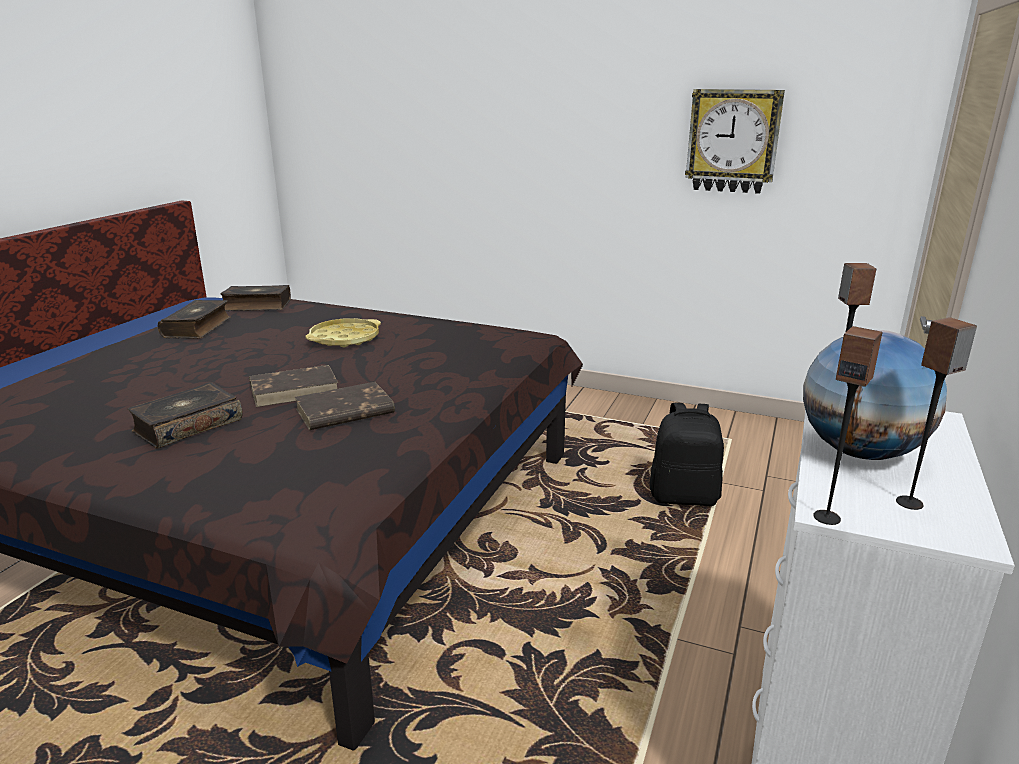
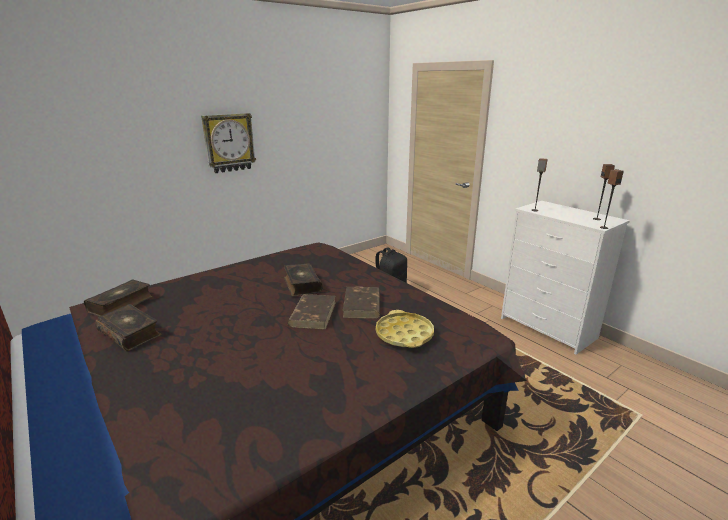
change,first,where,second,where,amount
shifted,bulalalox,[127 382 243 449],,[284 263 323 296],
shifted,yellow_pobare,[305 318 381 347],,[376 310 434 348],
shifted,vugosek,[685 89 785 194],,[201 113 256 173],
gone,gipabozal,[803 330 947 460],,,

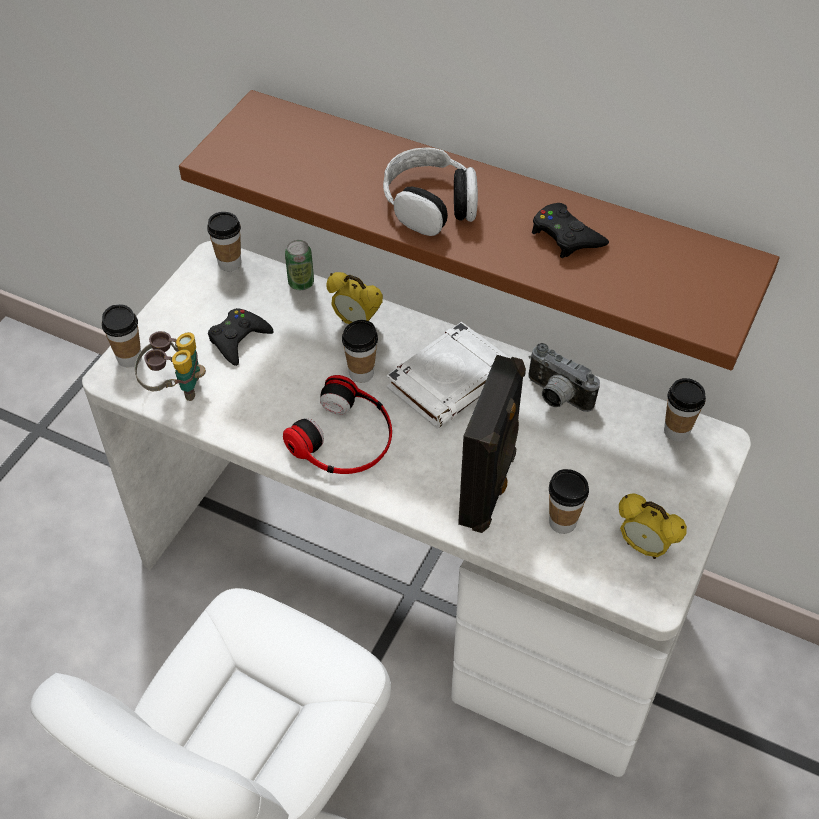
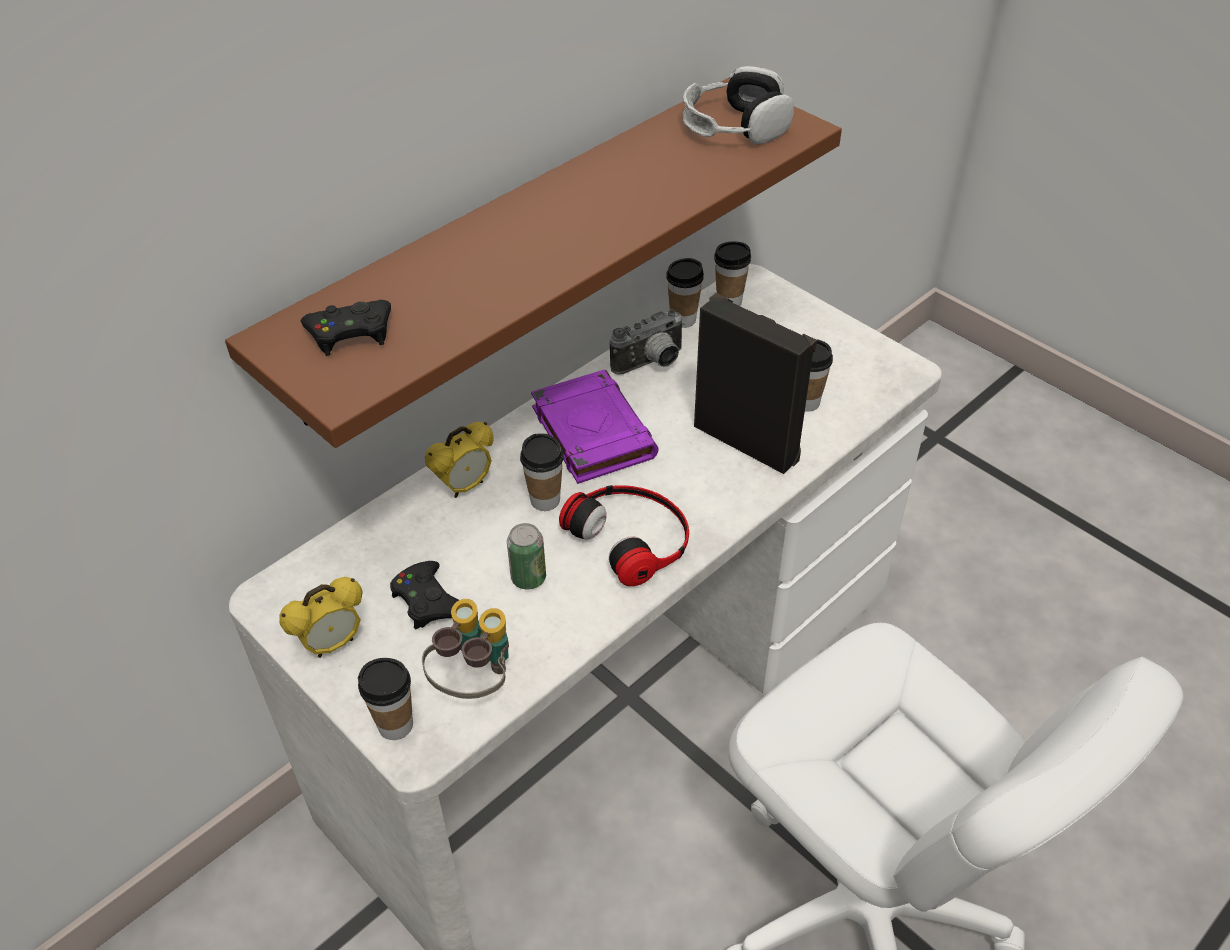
change,first,where,second,where,amount
shifted,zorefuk,[207 212 241 271],,[666 258 704 328],
shifted,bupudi,[285 240 314 290],,[507 523 546 590],
shifted,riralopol,[383 147 478 236],,[682 66 794 144],
repainted,white_bulalalox,[386 322 509 429],purple_bulalalox,[531 370 659 484],
shifted,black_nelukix,[532 203 609 258],,[301 300 391 356],
shifted,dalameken,[619 493 687 559],,[279 577 362 658],

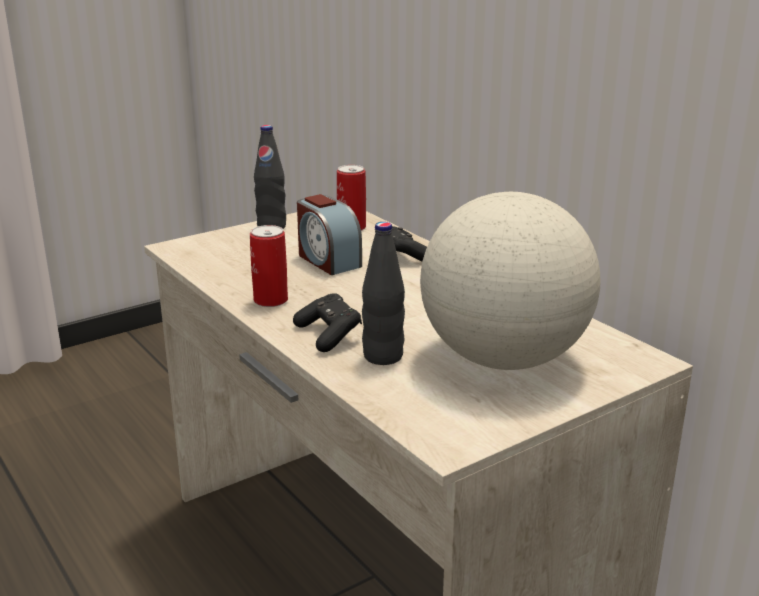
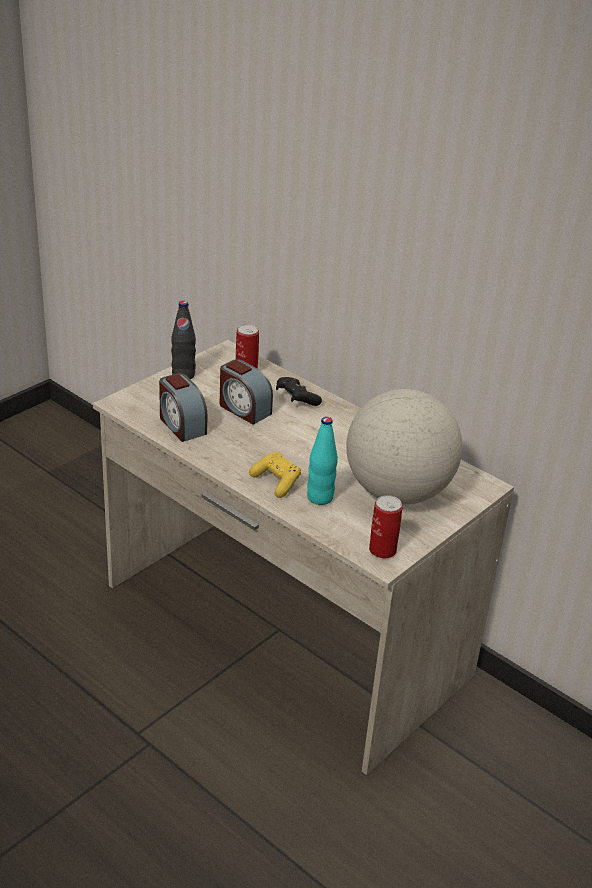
change,first,where,second,where,amount
shifted,bupudi,[250 225 288 307],,[369 495 403 558],
repainted,black_nelukix,[293 293 362 352],yellow_nelukix,[249 452 301 498],
repainted,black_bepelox,[362 222 405 365],turquoise_bepelox,[307 417 338 505],
new,,,dalameken,[159 373 207 442],

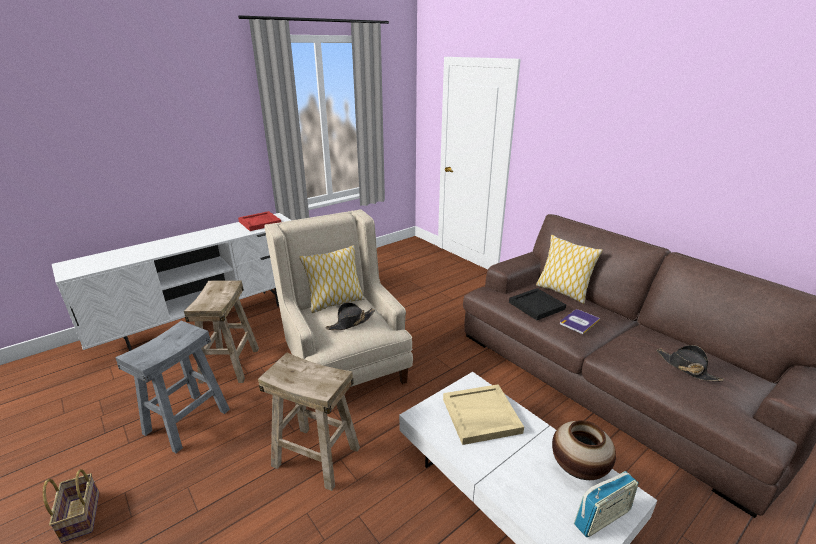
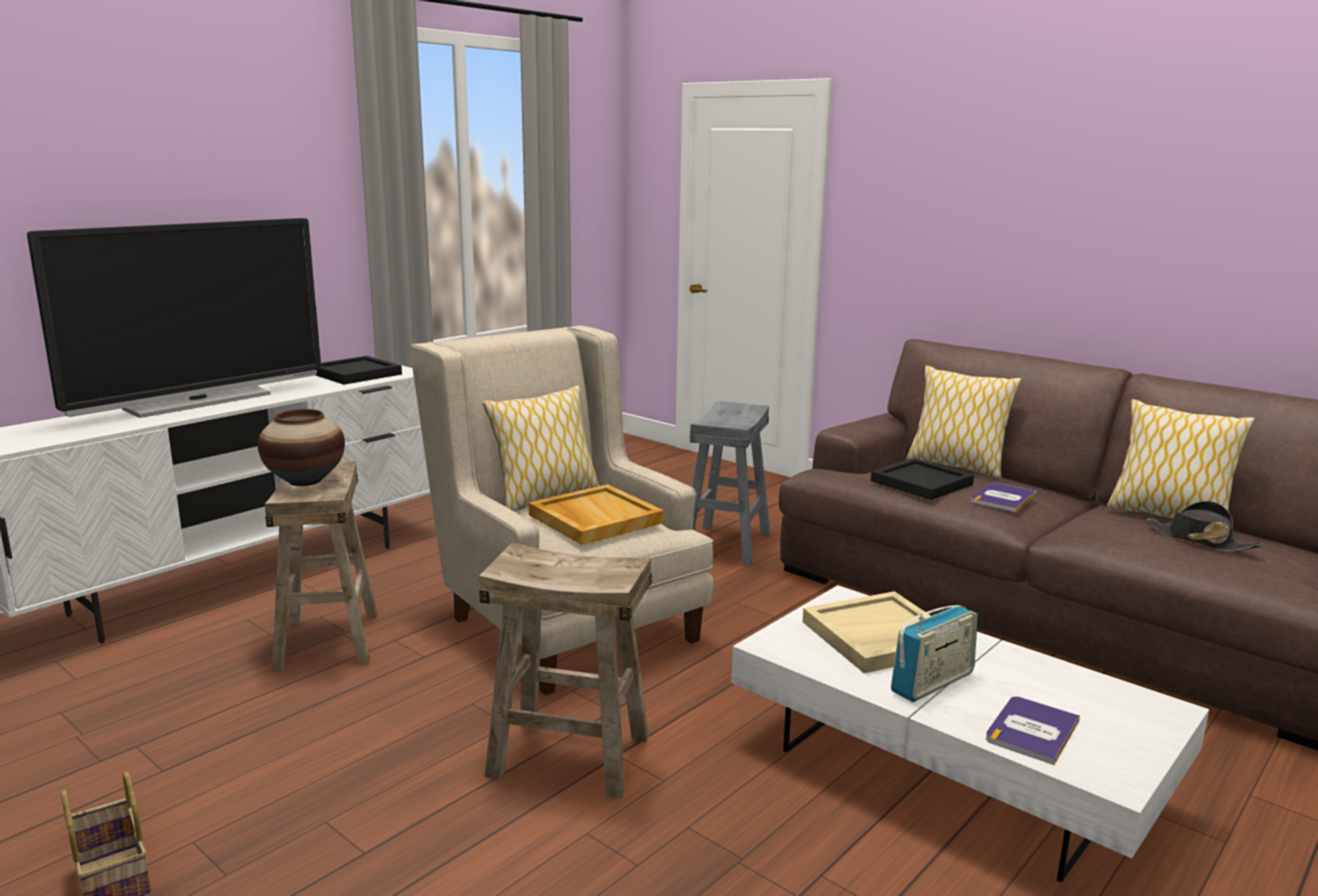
change,first,where,second,where,amount
shifted,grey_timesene,[115 321 230 453],,[690 401 771 567],
repainted,red_pobare,[238 211 281 231],black_pobare,[316 356 402 385],
swapped,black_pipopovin,[326 302 375 330],beige_pobare,[529 484 664 545],
shifted,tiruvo,[552 420 616 480],,[258 409 345 486],
shifted,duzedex,[574 471 638 537],,[891 605 978 702],
new,,,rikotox,[27 218 321 418],
new,,,bulalalox,[986 696 1080 765],
new,,,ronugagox,[1107 399 1255 519],

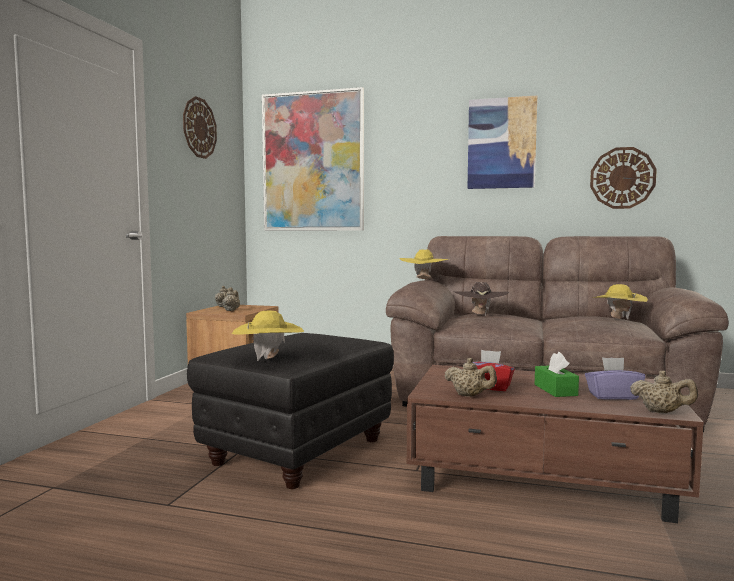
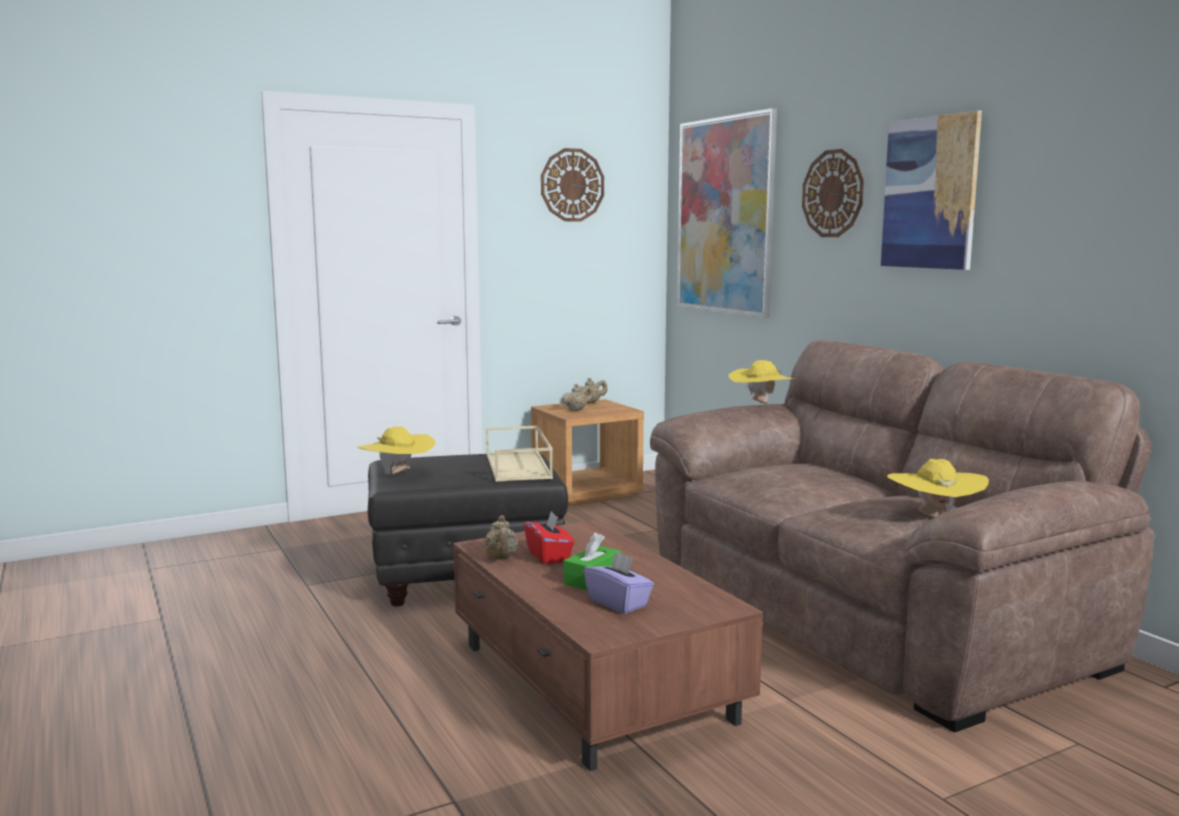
change,first,where,second,where,amount
gone,brown_pipopovin,[452 282 509 315],,,
shifted,vugosek,[590 147 657 209],,[802 149 864 237],
gone,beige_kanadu,[630 371 698 413],,,
new,,,beige_pobare,[486 425 553 482],

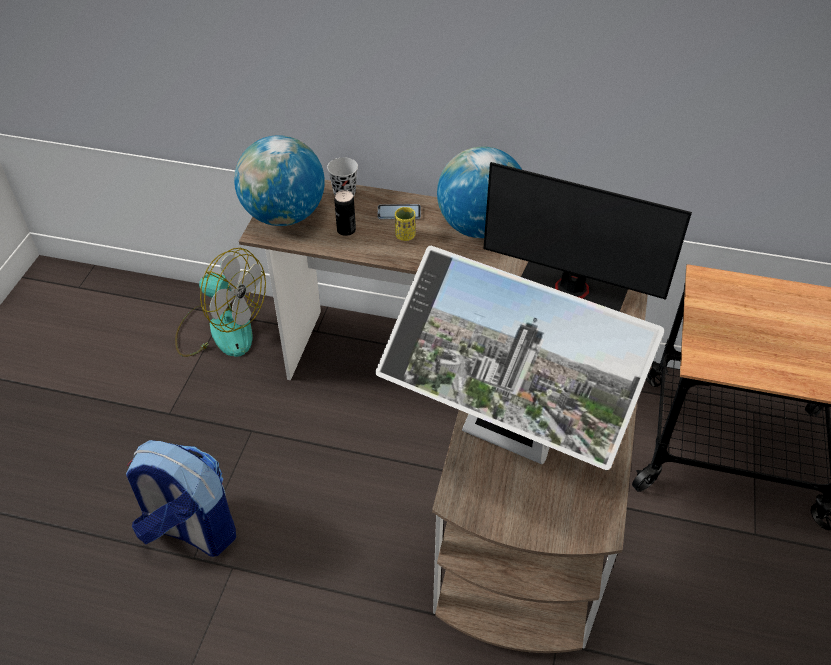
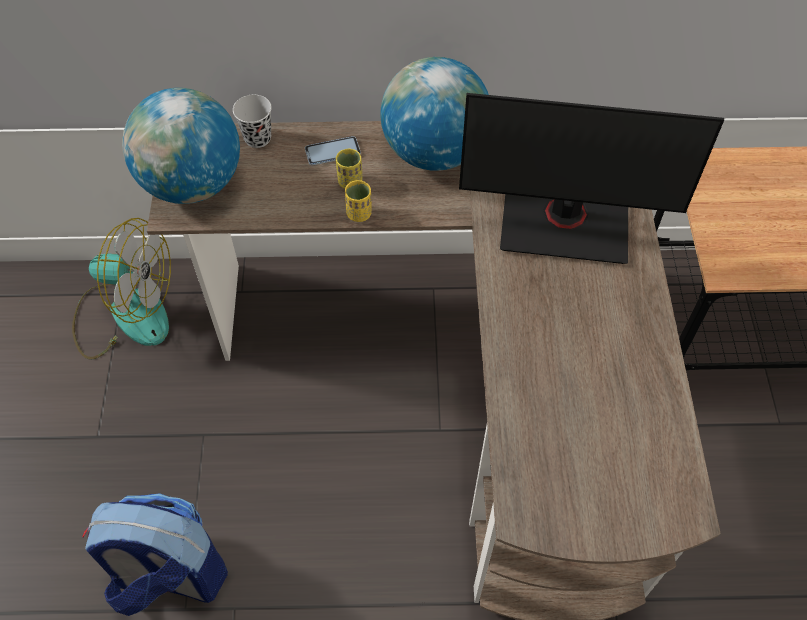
change,first,where,second,where,amount
gone,bupudi,[334 190 356 236],,,
gone,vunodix,[375 246 665 471],,,
new,,,yellow_zorefuk,[345 180 372 222],

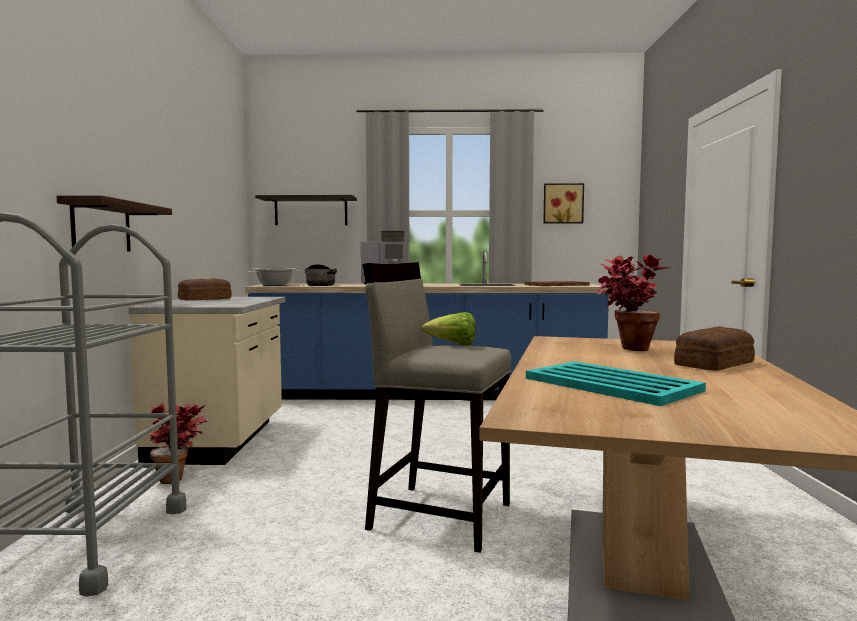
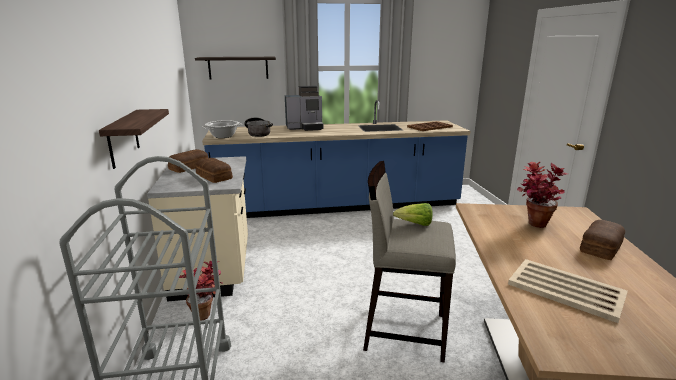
change,first,where,second,where,amount
repainted,turquoise_pobare,[526 361 706 406],beige_pobare,[508 259 628 323],
gone,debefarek,[543 183 584 224],,,
new,,,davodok,[196 158 233 183],

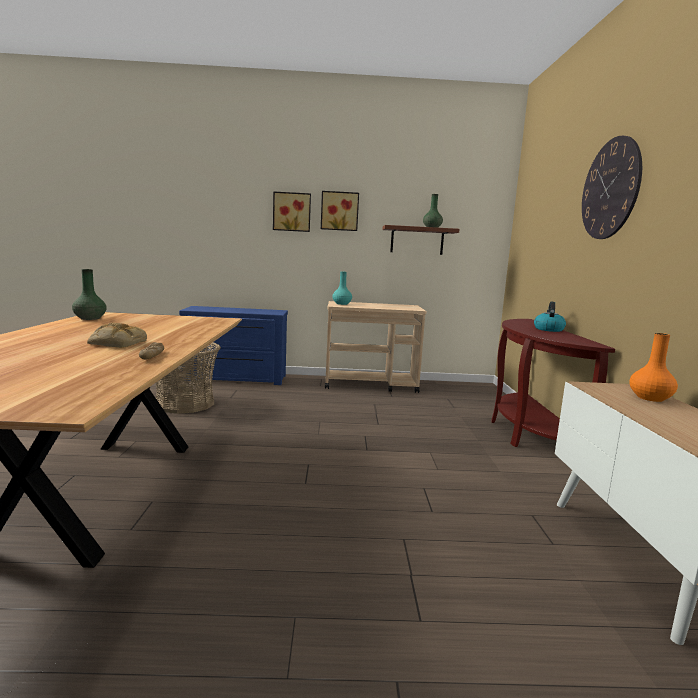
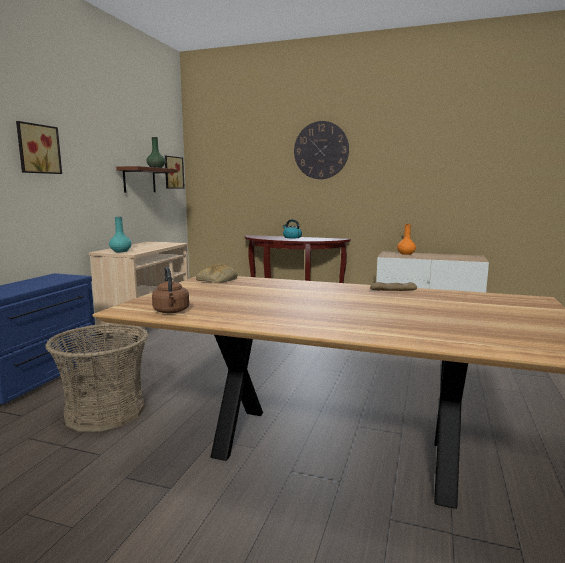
change,first,where,second,where,amount
swapped,green_tiruvo,[72 269 107 320],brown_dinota,[152 267 189 313],
shifted,davodok,[87 323 147 348],,[196 263 238 283],
shifted,debefarek,[321 191 359 231],,[165 156 185 189],

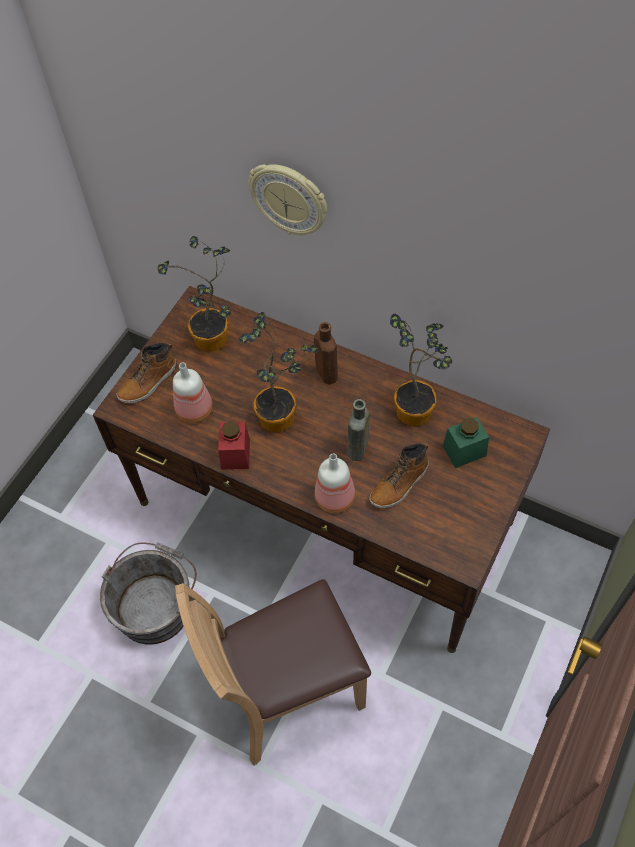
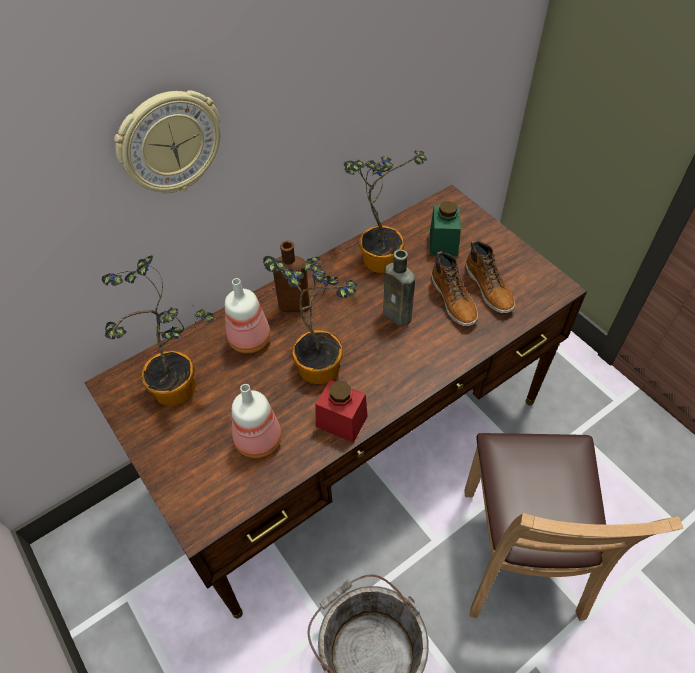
change,first,where,second,where,amount
shifted,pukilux,[117 343 177 404],,[465 241 515 313],
shifted,bepelox,[314 454 355 513],,[225 278 271 353],

